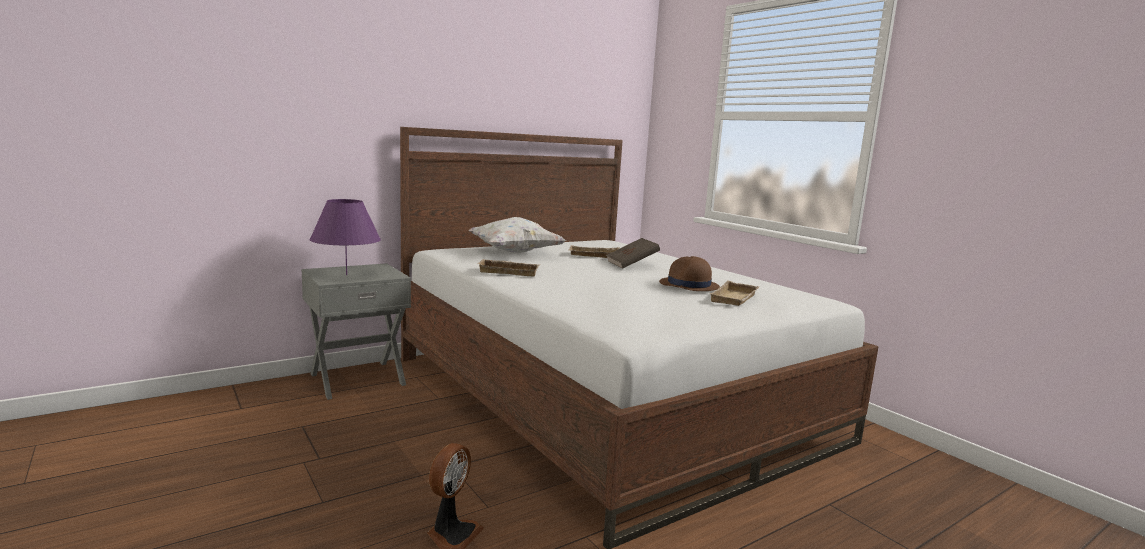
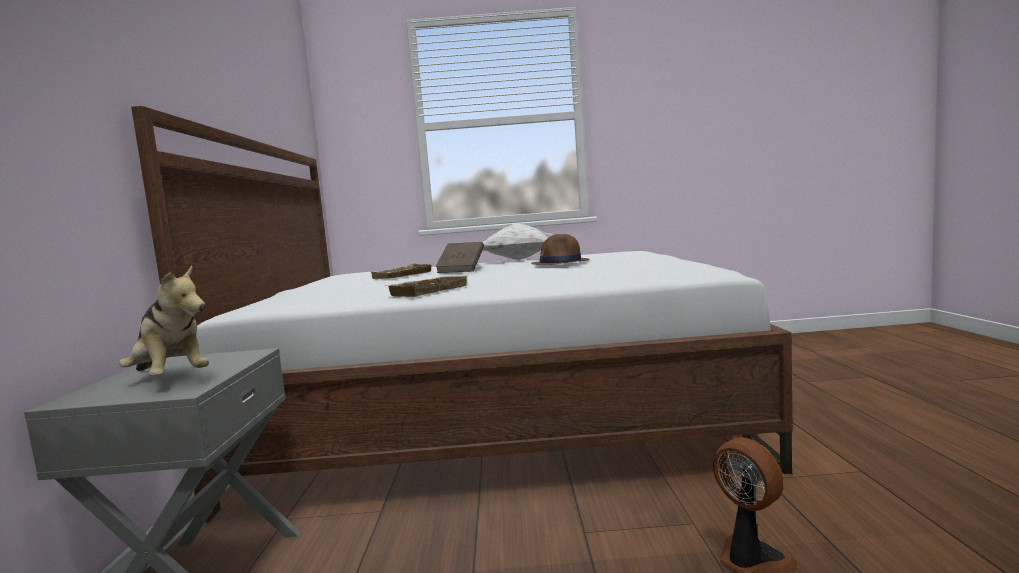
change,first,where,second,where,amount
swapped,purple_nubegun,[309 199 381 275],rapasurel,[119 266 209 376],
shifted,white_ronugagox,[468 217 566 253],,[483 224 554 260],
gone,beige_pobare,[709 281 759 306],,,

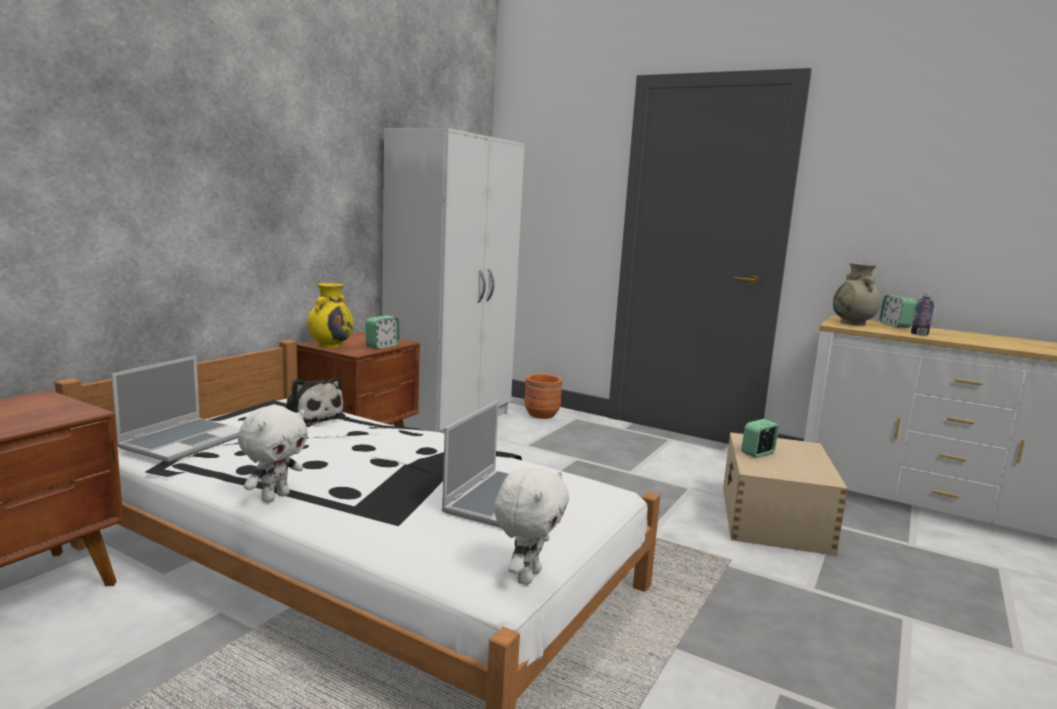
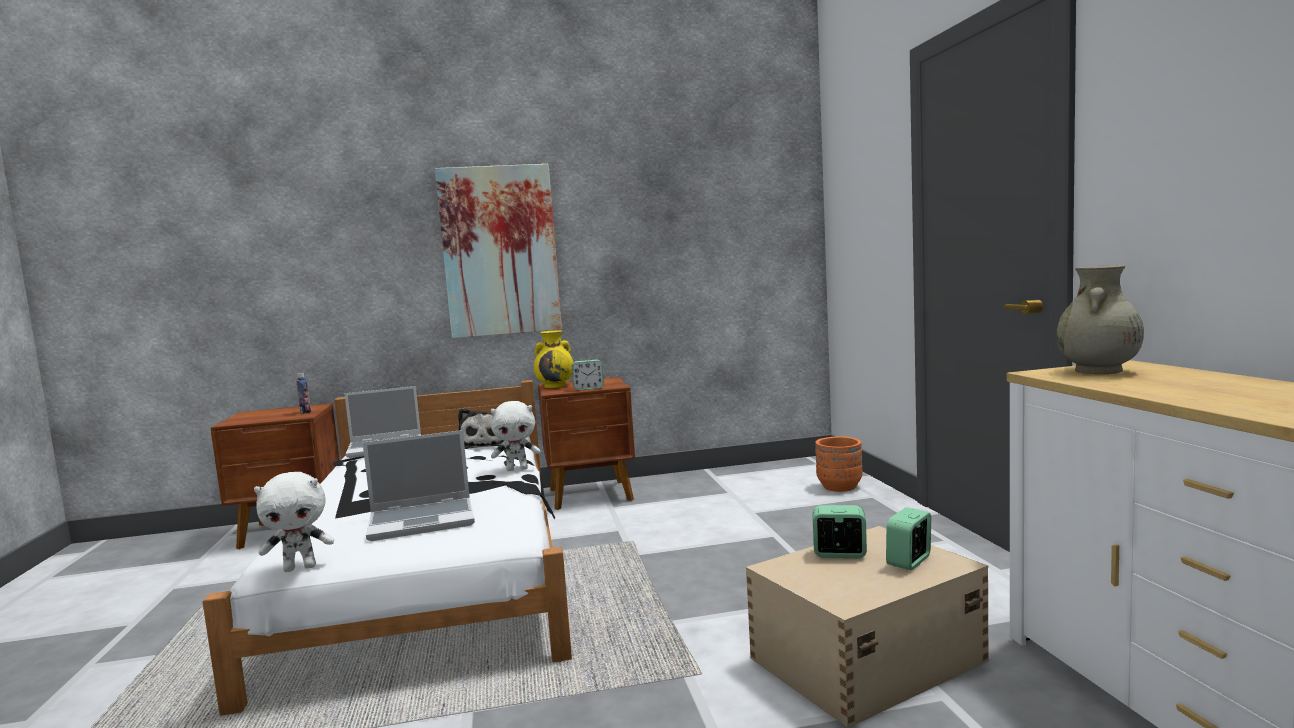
change,first,where,second,where,amount
shifted,white_rapasurel,[238 406 308 503],,[491 401 540 471],
gone,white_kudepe,[382 128 525 434],,,
shifted,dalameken,[879 295 916 328],,[886 507 931 570],
shifted,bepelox,[911 292 934 335],,[296 373 311 413],
new,,,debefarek,[435 164 562 338],

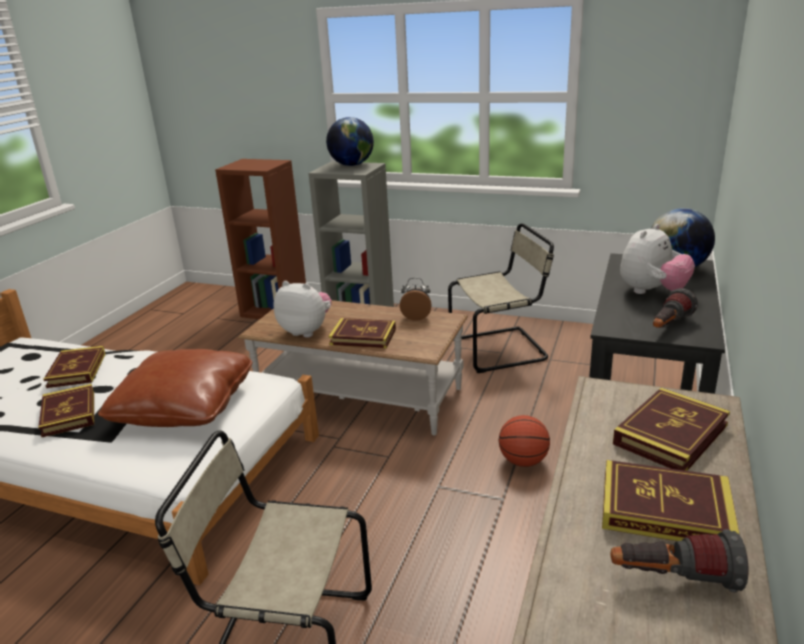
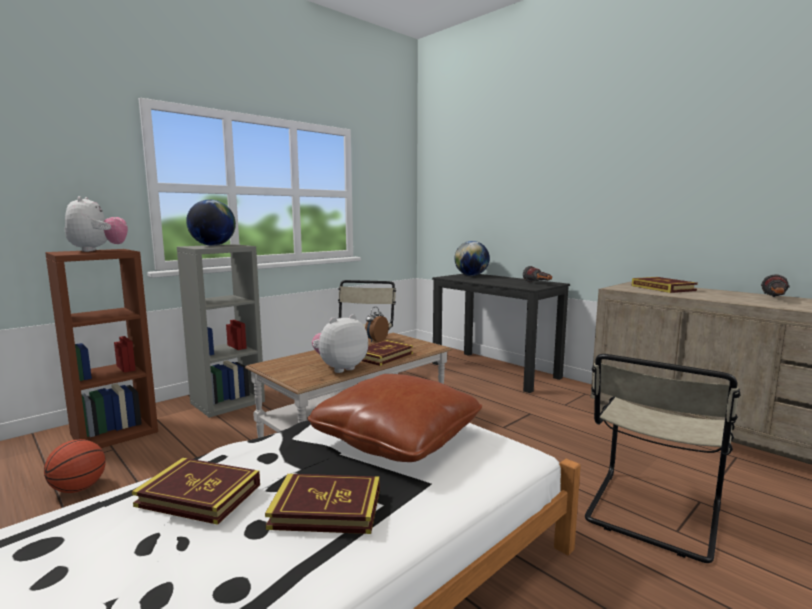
change,first,where,second,where,amount
shifted,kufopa,[499 415 550 467],,[44 439 106 493],
gone,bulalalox,[602 460 739 541],,,
shifted,rapasurel,[620 224 695 294],,[65 196 128 252],

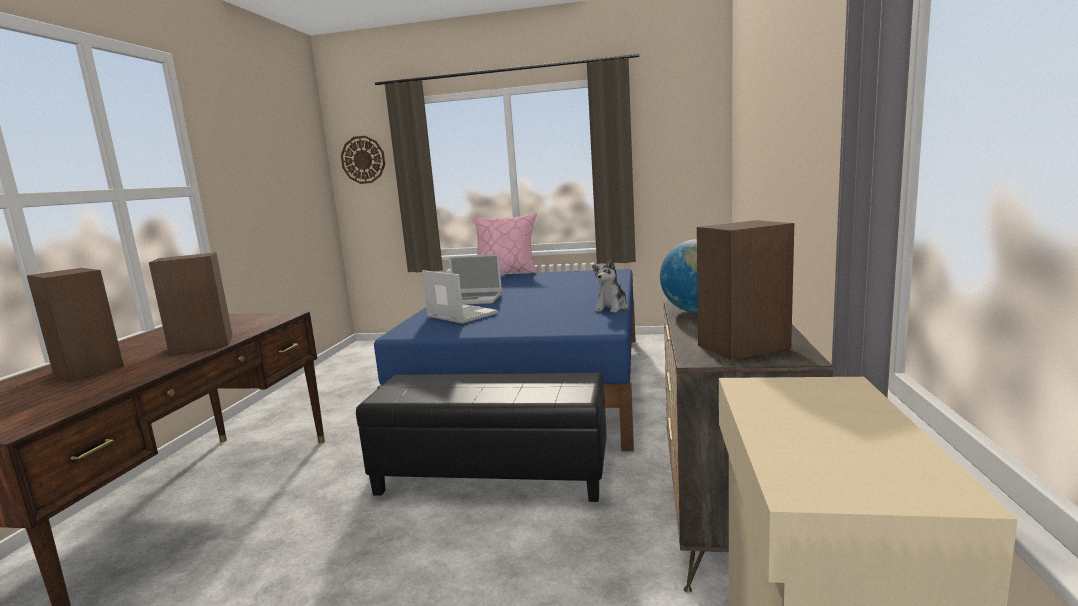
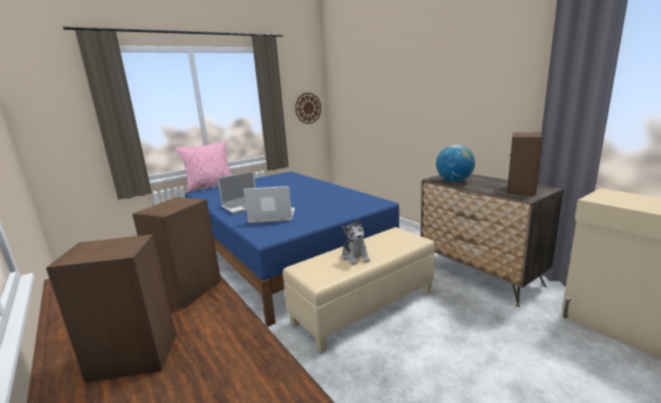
change,first,where,second,where,amount
shifted,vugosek,[341 136 385 184],,[295 93 321 124],
repainted,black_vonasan,[356 373 607 502],beige_vonasan,[283 227 435 354],
shifted,rapasurel,[592 258 628 313],,[342 218 370 265],

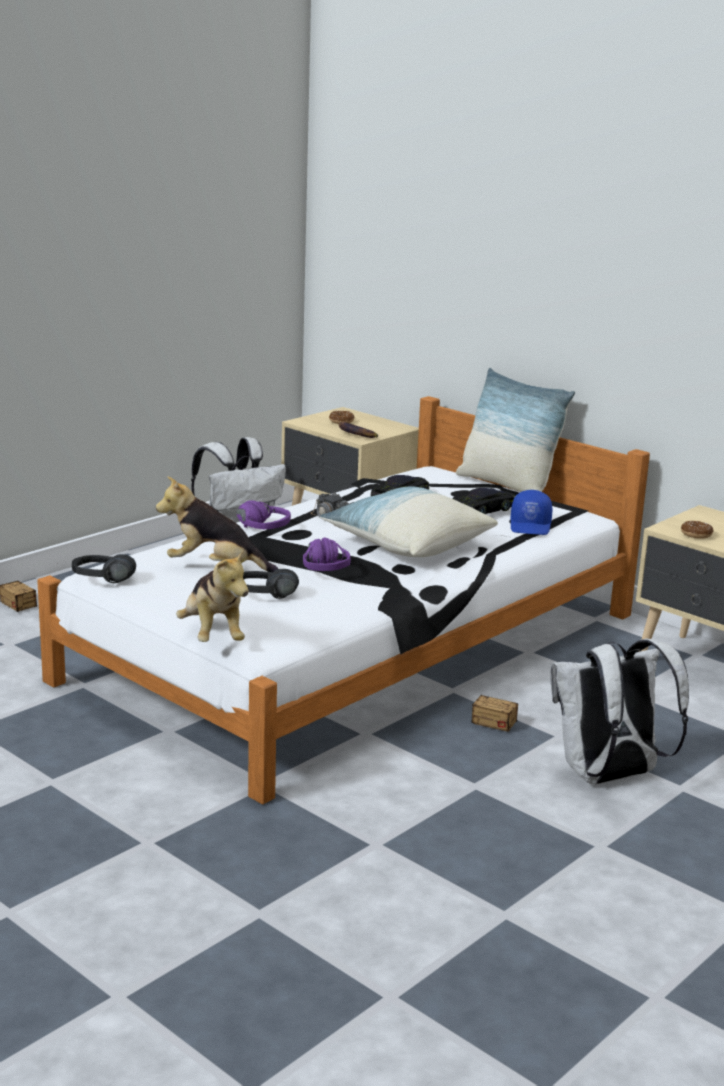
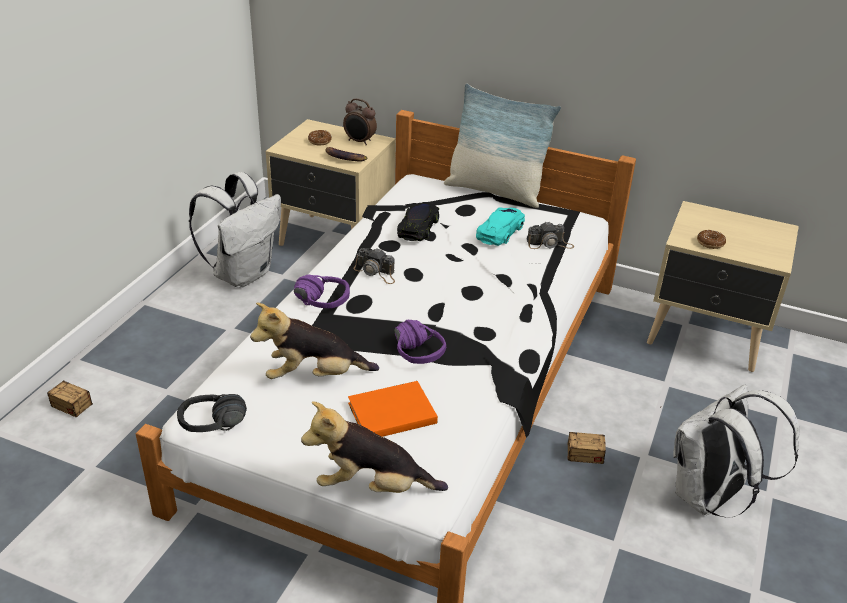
change,first,where,second,where,amount
rotated,rapasurel,[176 549 249 642],,[301 401 448 493],135 degrees clockwise
swapped,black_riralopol,[243 569 299 599],orange_bulalalox,[348 381 438 437],
gone,ronugagox,[320 486 498 557],,,
repainted,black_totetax,[452 488 515 514],turquoise_totetax,[476 207 525 246],
swapped,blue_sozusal,[511 490 553 535],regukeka,[527 221 574 249],
new,,,dalameken,[343 98 377 146],

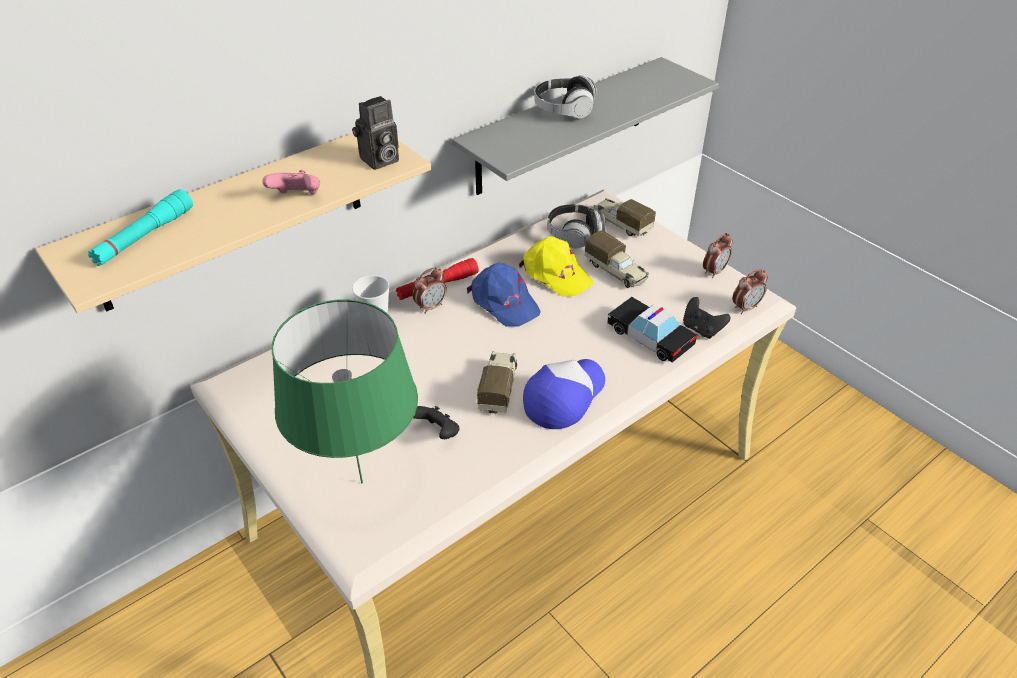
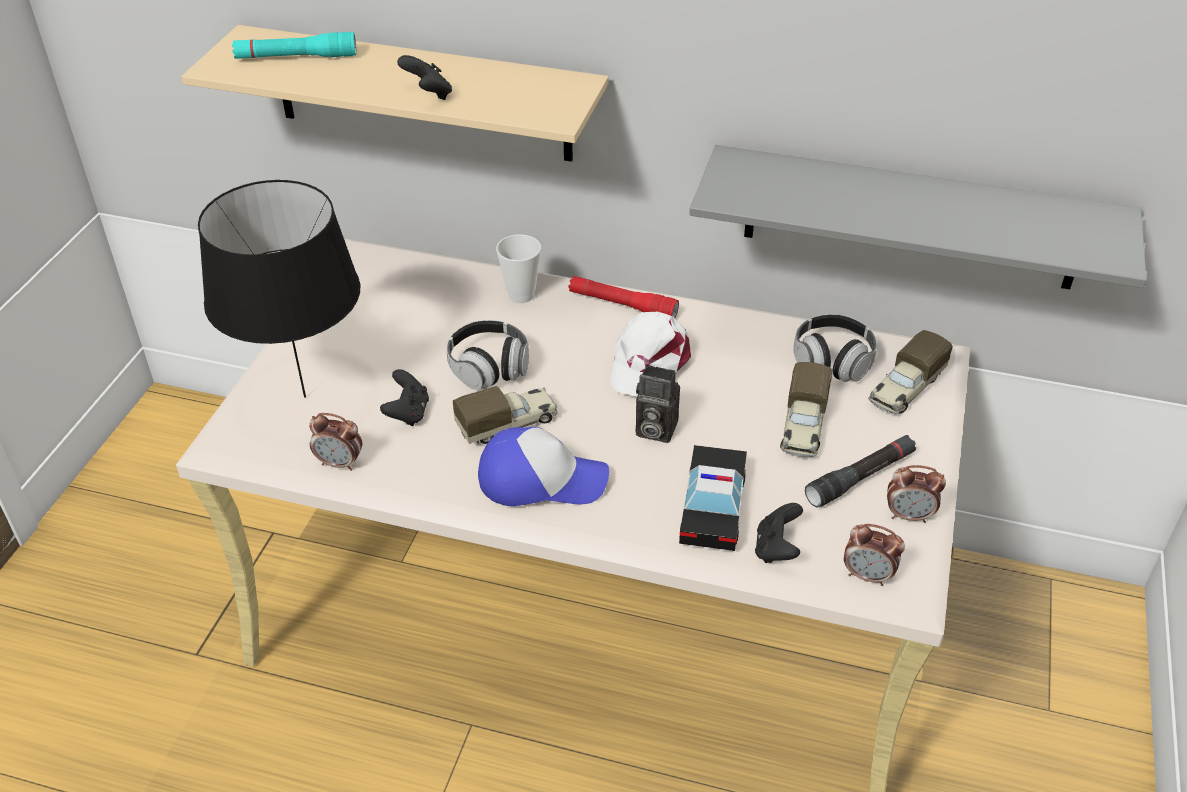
change,first,where,second,where,amount
repainted,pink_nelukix,[262 170 320 195],black_nelukix,[397 55 452 100],
repainted,green_nubegun,[272 299 418 483],black_nubegun,[198 180 360 398],
shifted,regukeka,[352 96 399 170],,[635 365 680 443],
shifted,dalameken,[413 267 447 314],,[309 413 362 471],
repainted,blue_sozusal,[467 262 541 326],white_sozusal,[610 312 691 396],
gone,yellow_sozusal,[518 236 593 297],,,
shifted,riralopol,[534 75 597 119],,[446 320 529 390],
rotated,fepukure,[594 198 656 236],,[868 330 953 414],150 degrees counterclockwise
new,,,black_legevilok,[805 435 916 508],

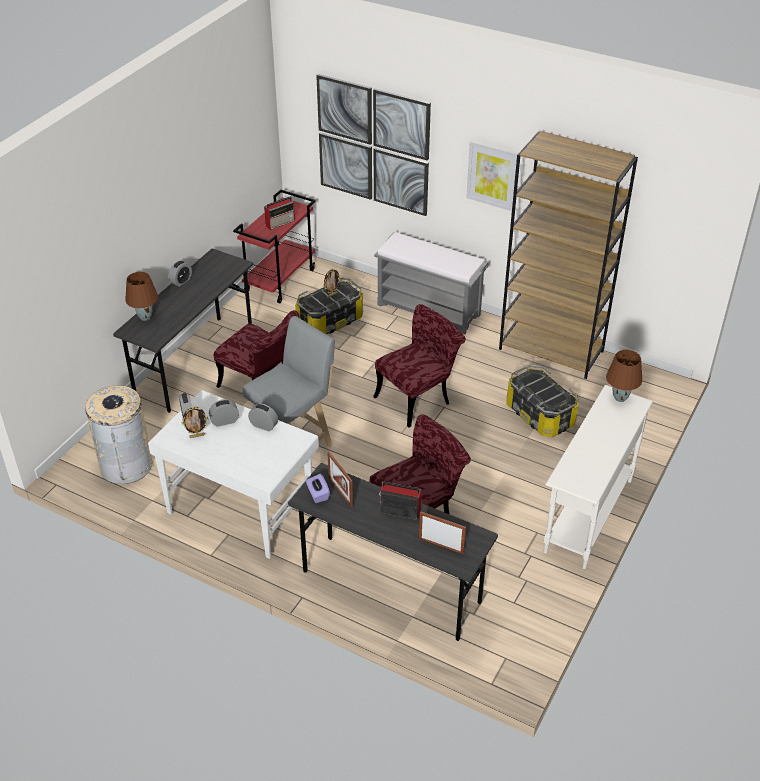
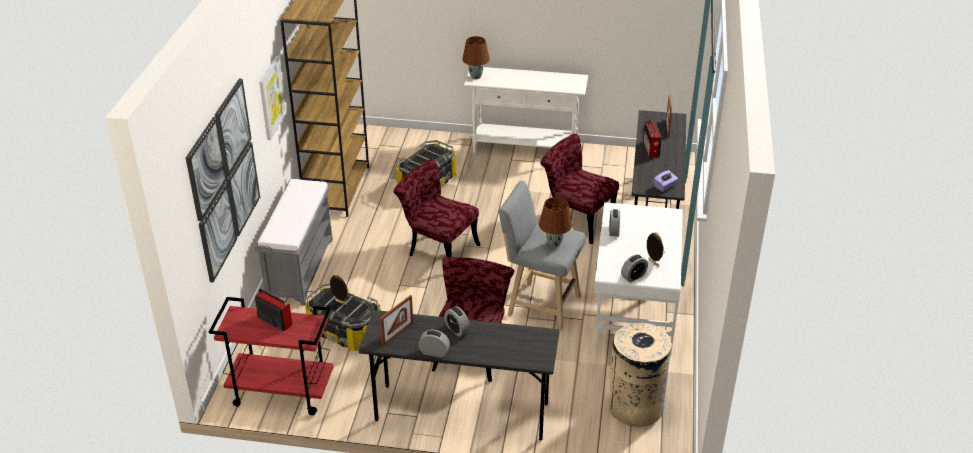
change,first,where,second,where,amount
shifted,brown_nubegun,[125 272 158 321],,[539 197 572 247],
shifted,dalameken,[209 399 239 427],,[444 306 470 337],
shifted,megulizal,[327 452 353 507],,[380 295 413 346],

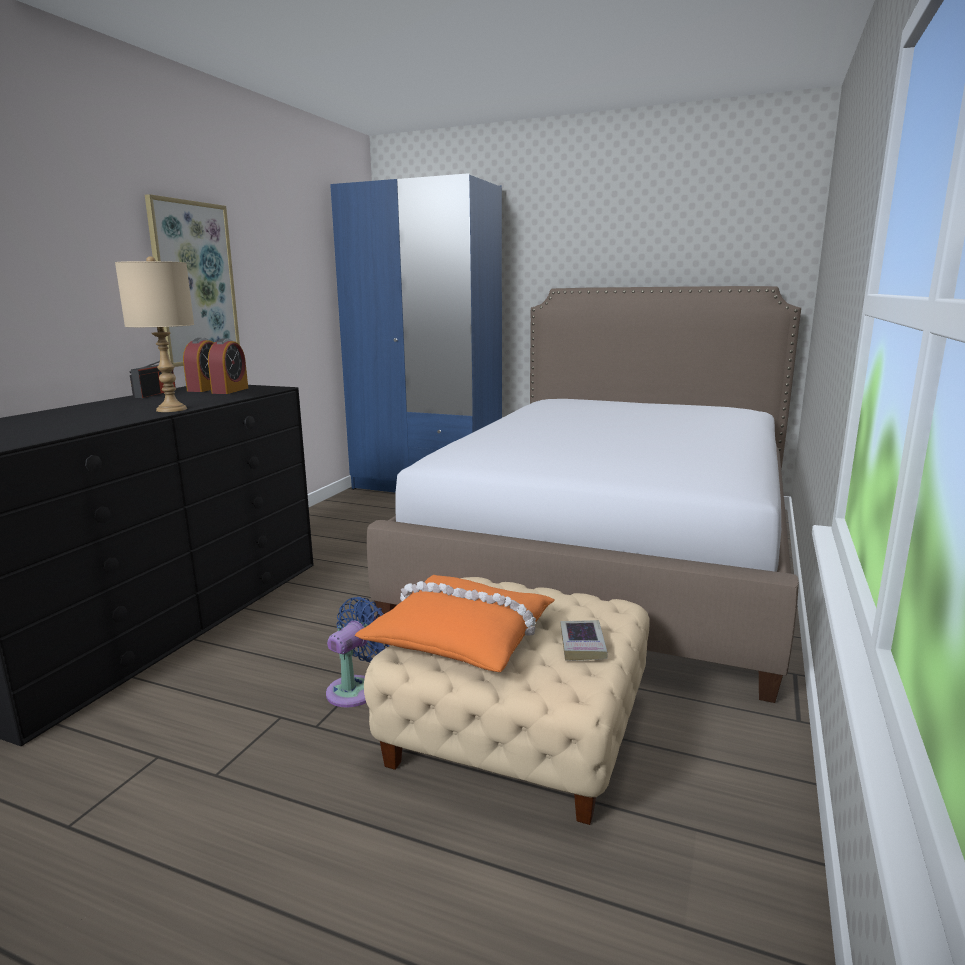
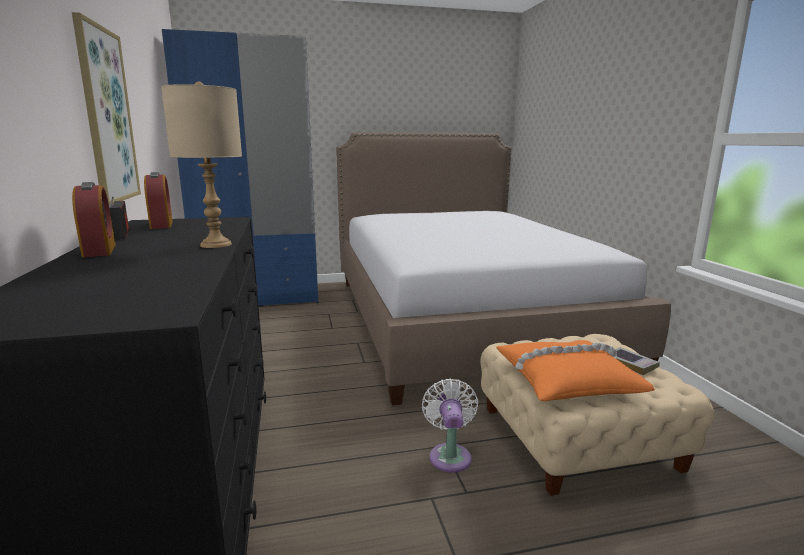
change,first,where,second,where,amount
shifted,dalameken,[208 339 248 394],,[72 182 116 257],
repainted,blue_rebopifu,[326 597 390 708],white_rebopifu,[422 378 478 473],

